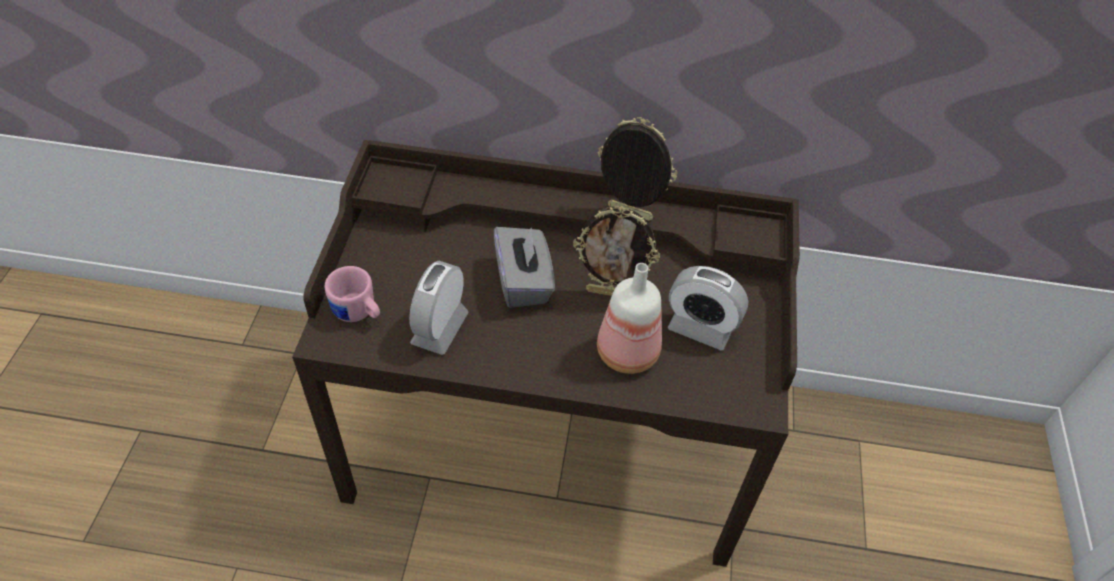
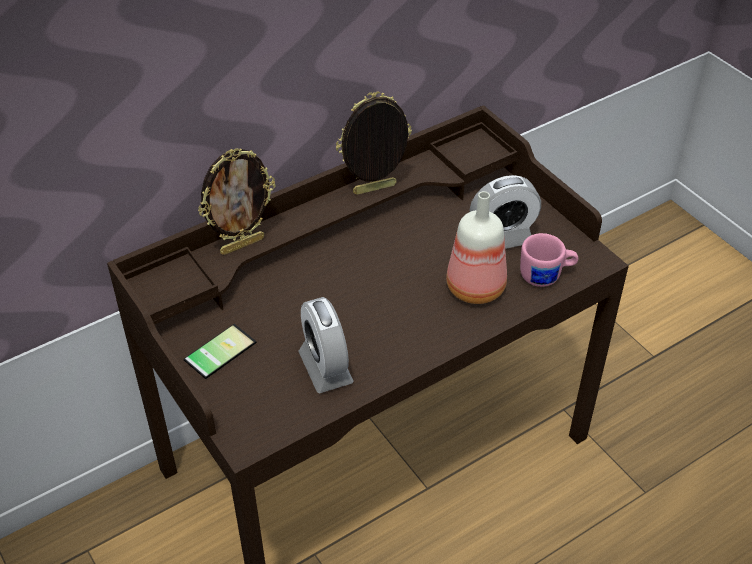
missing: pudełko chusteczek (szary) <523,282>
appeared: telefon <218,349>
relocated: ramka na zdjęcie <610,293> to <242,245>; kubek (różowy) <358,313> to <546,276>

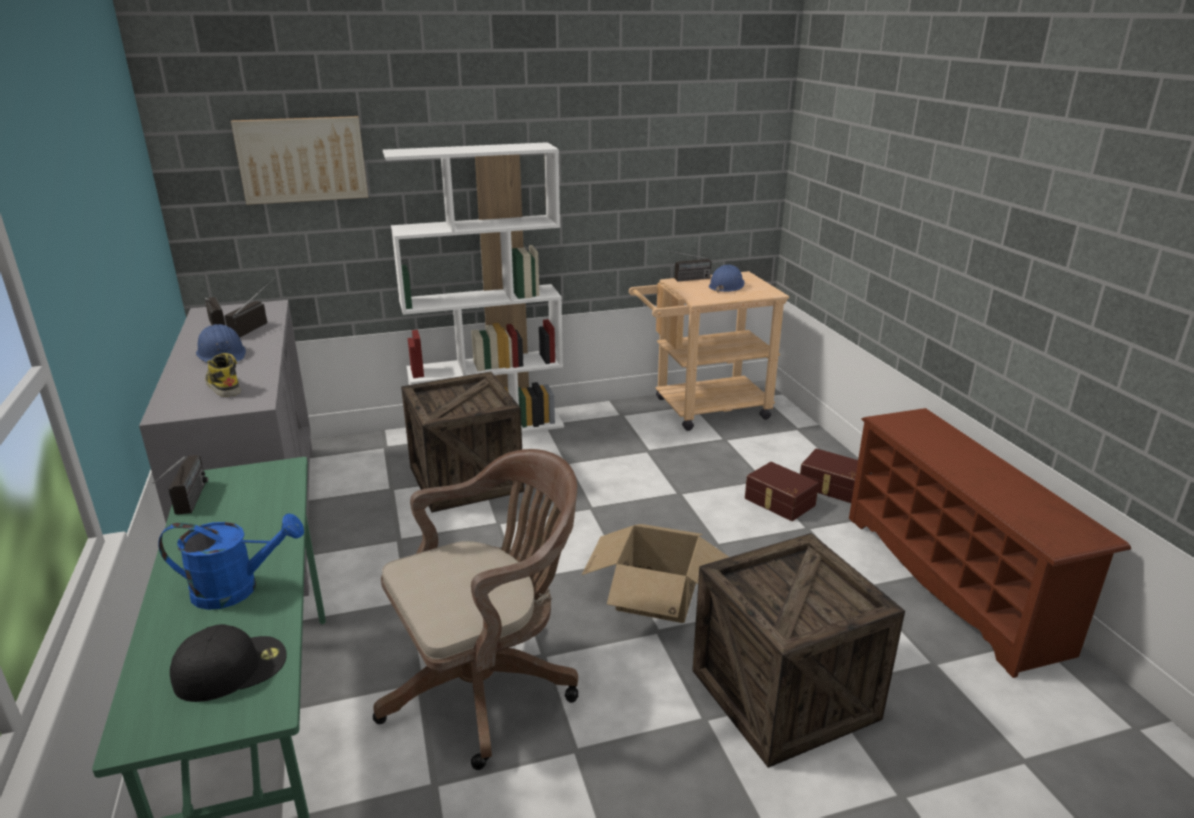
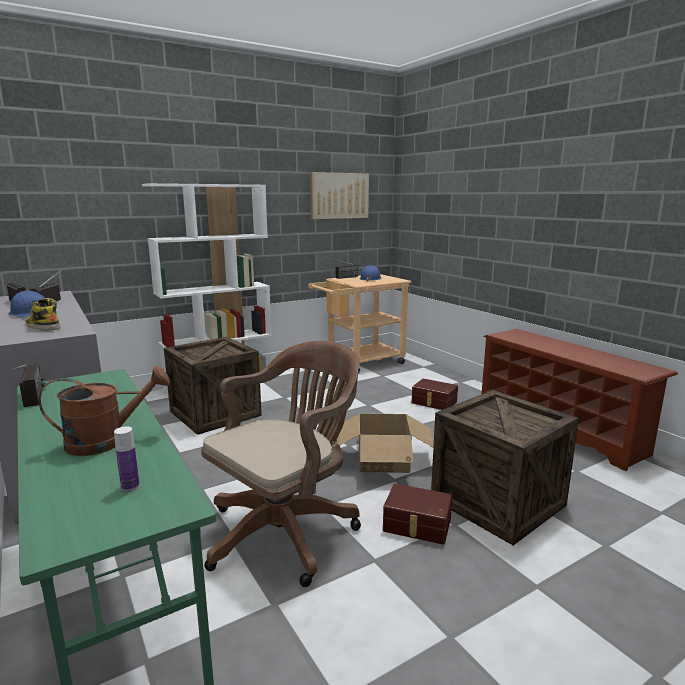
relocated: obraz <302,159> to <339,195>; pojemnik do przechowywania (brązowy) <831,487> to <417,525>
exchanged: czapka z daszkiem (czarny) <231,667> to butelka <130,486>
colour: konewka (niebieski) <237,589> to konewka (brązowy) <107,441>

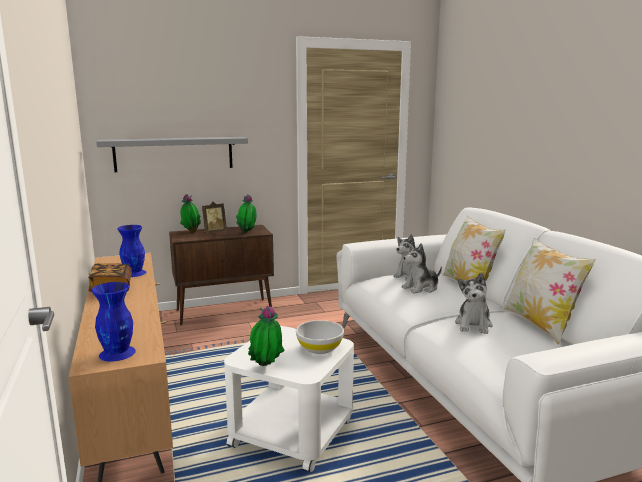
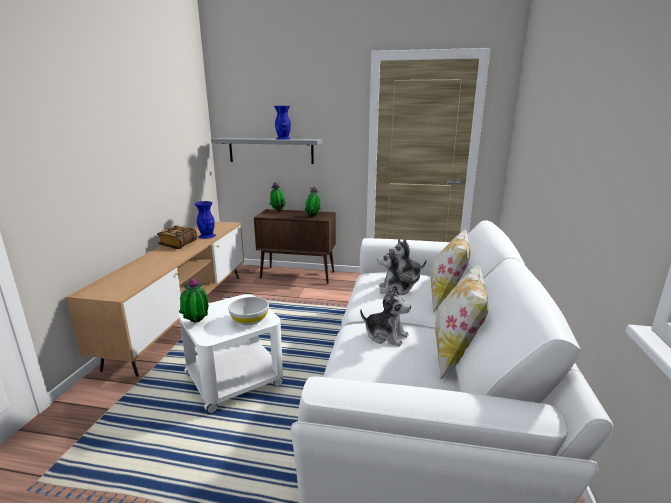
missing: ramka na zdjęcie <214,233>
relocated: wazon (niebieski) <118,353> to <283,139>
spun: pluszak <473,325> = <385,335> 105 degrees counterclockwise

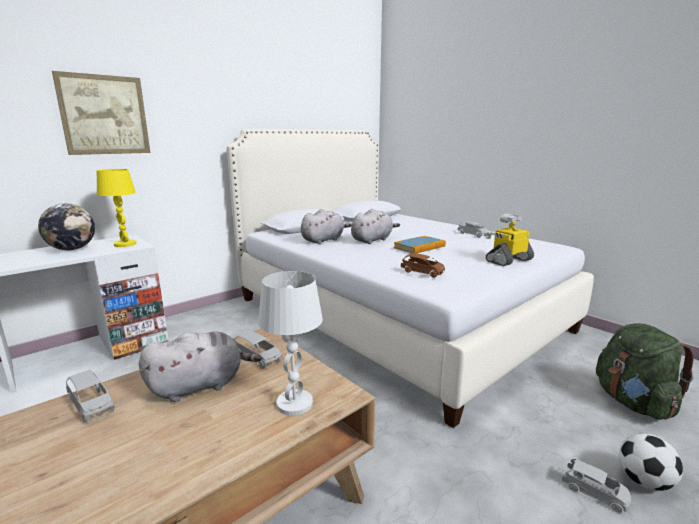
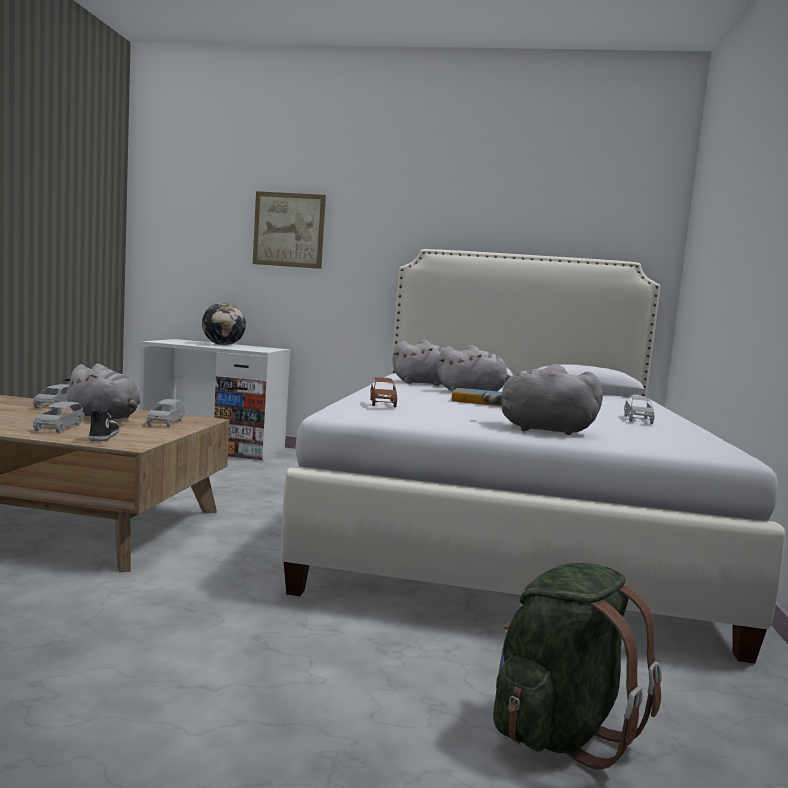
missing: lampa stołowa (żółty) <125,244>; piłka futbolowa <644,481>
relocated: samochodzik (szary) <594,493> to <58,428>
exchanged: robot zabawkowy <508,260> to pluszak (szary) <541,430>; lampa stołowa (biały) <294,404> to but <103,436>

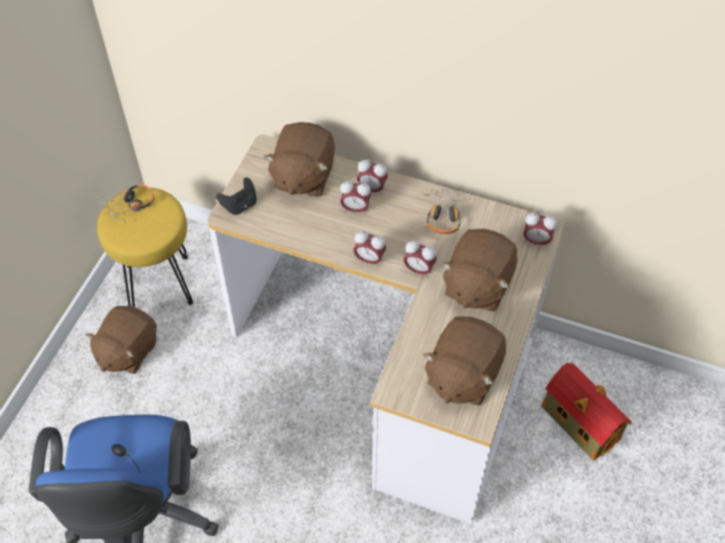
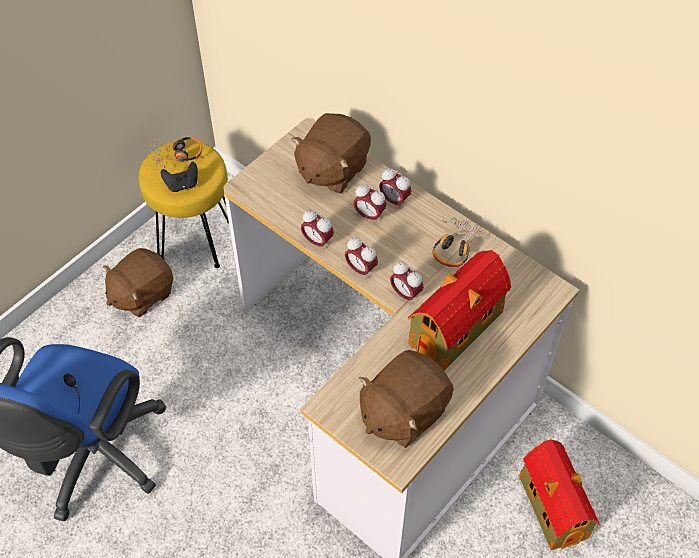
relocated: pad do gier (czarny) <240,205> to <182,185>; budzik <536,241> to <317,241>
exchanged: pluszak (brązowy) <476,285> to domek <457,327>

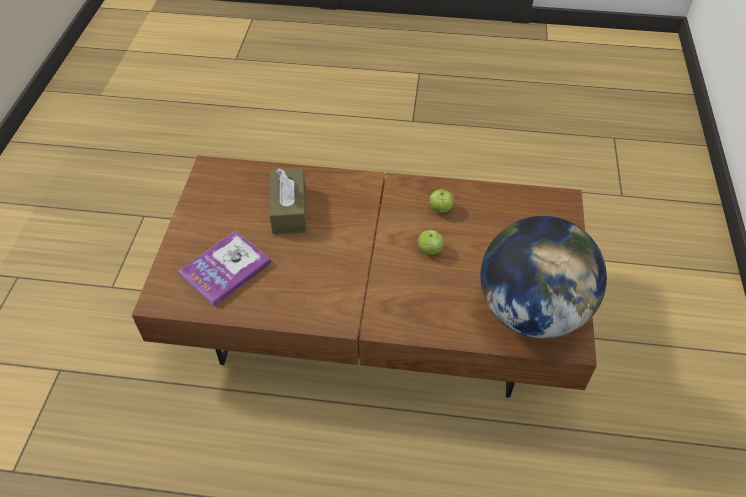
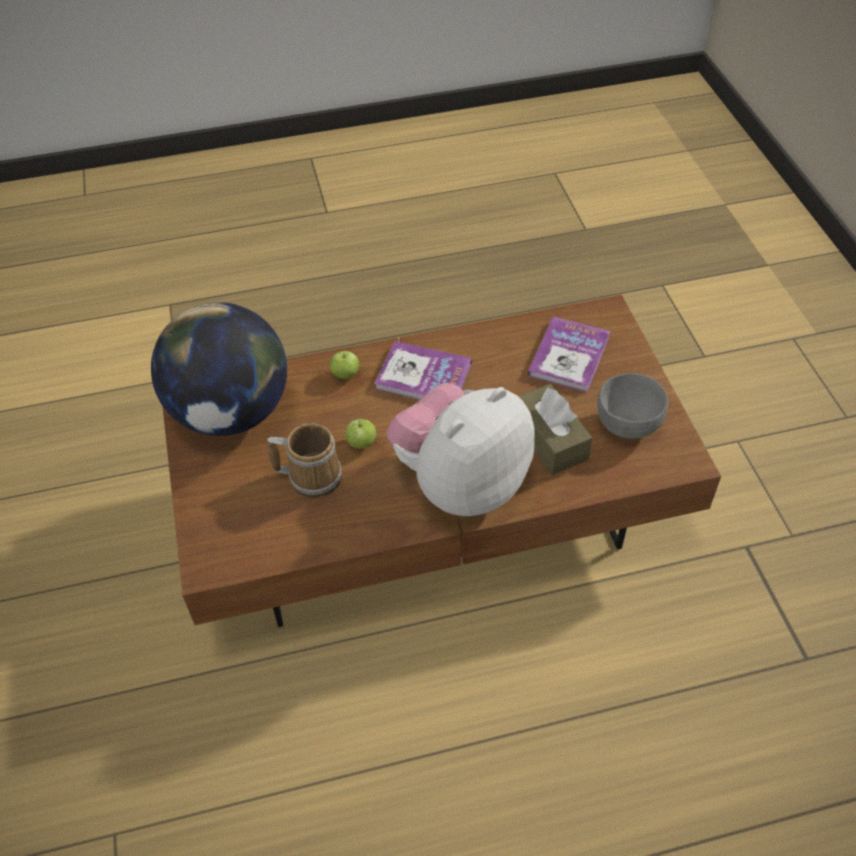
appeared: książka <423,376>; miska (szary) <628,425>; pluszak <461,482>; kubek <312,475>
relocated: jabłko <440,209> to <345,374>

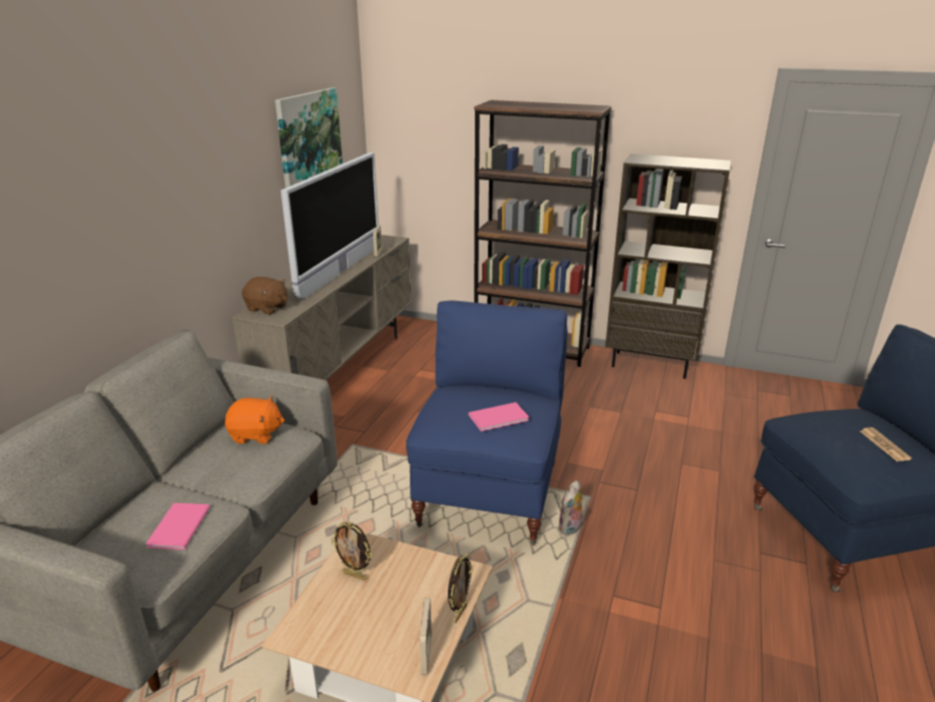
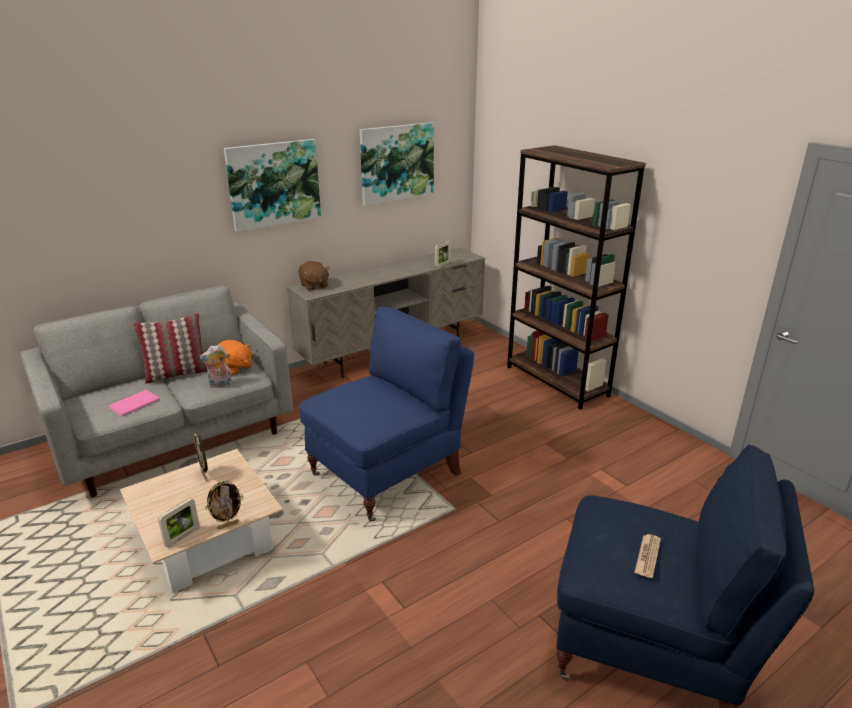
missing: telewizor <341,271>; regał (brązowy) <651,364>; książka (różowy) <500,418>
appeared: obraz <274,184>; poduszka <177,373>
relocated: pluszak <571,529> to <220,385>

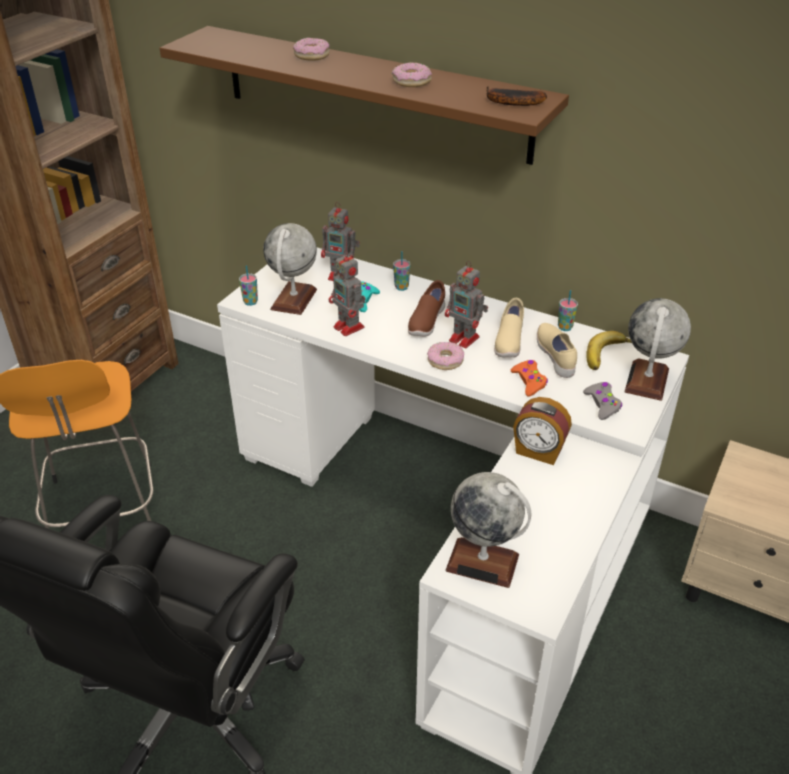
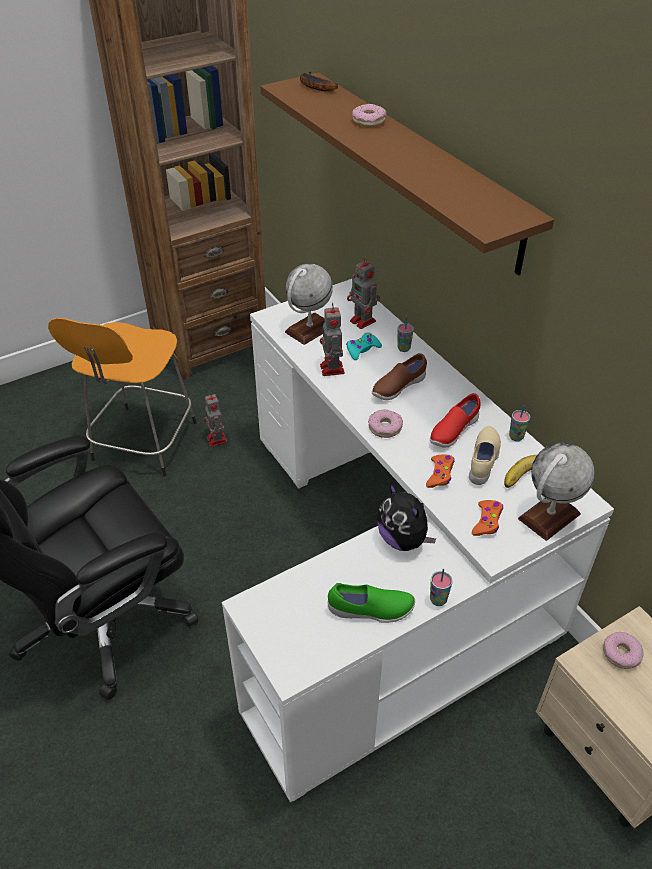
missing: globus <483,562>
appeared: but (zielony) <370,611>
relocated: donut <411,81> to <621,653>; banan <509,102> to <314,86>; robot zabawkowy <465,339> to <217,440>; filiżanka <250,302> to <438,600>
exchanged: budzik <538,452> to pluszak <403,539>
colour: but (beżowy) <508,342> to but (czerwony) <453,431>; pad do gier (szary) <602,404> to pad do gier (pomarańczowy) <487,521>

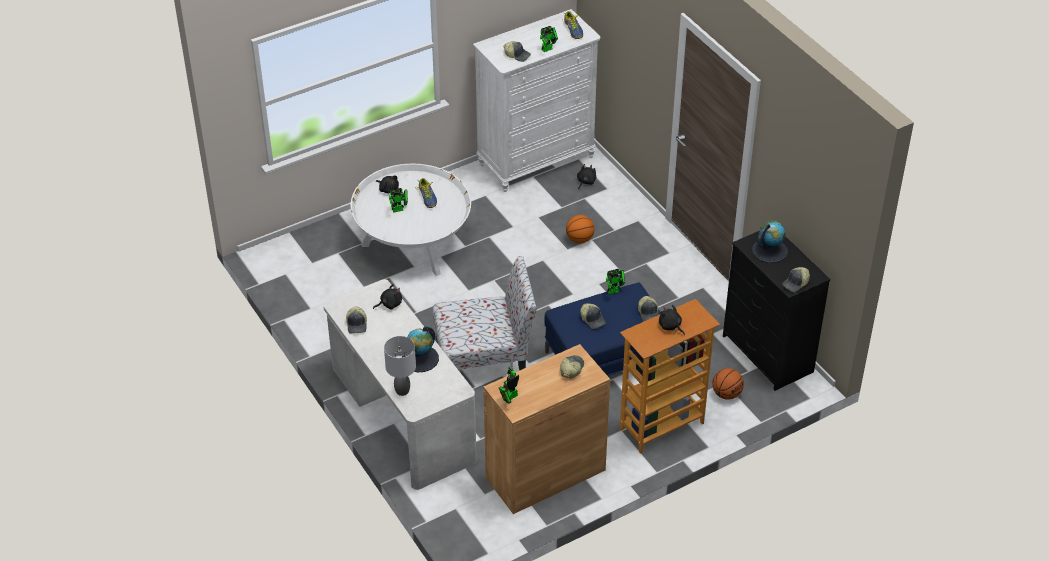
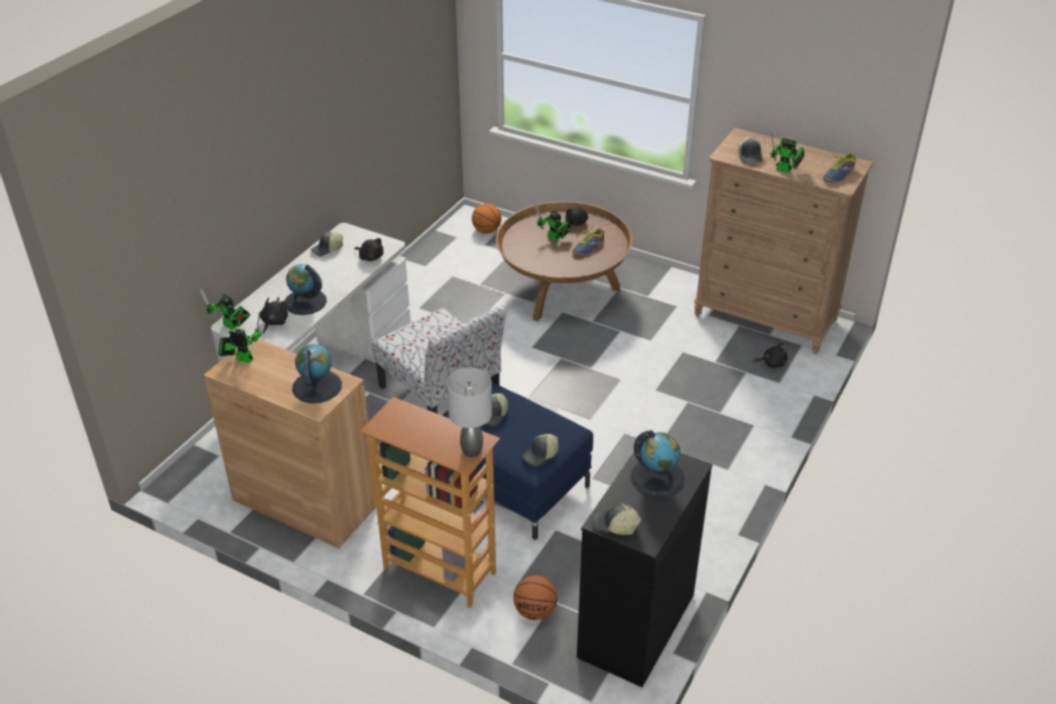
relocated: piłka do koszykówki <579,239> to <487,231>; robot zabawkowy <615,291> to <231,326>; pluszak (czarny) <670,326> to <274,322>; lampa stołowa (szary) <402,390> to <472,450>
exchanged: czapka z daszkiem <571,369> to globus <317,386>
colour: komoda (biały) <536,160> to komoda (brązowy) <765,318>; ława (biały) <413,244> to ława (brązowy) <563,289>

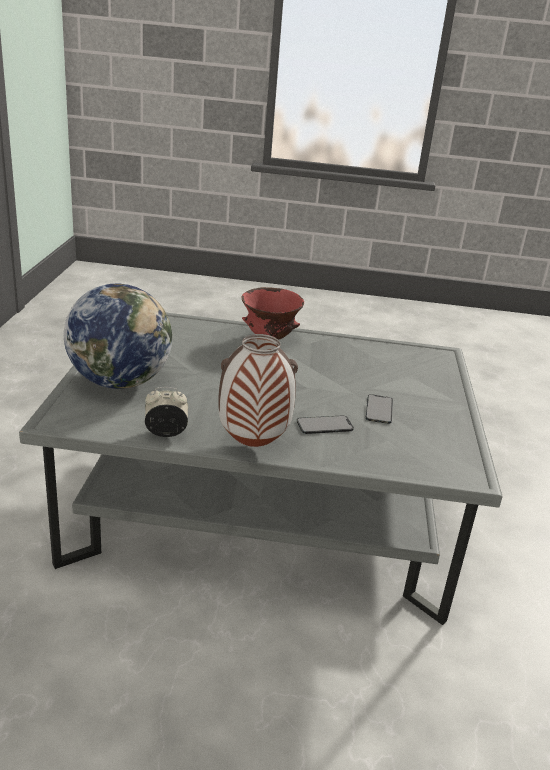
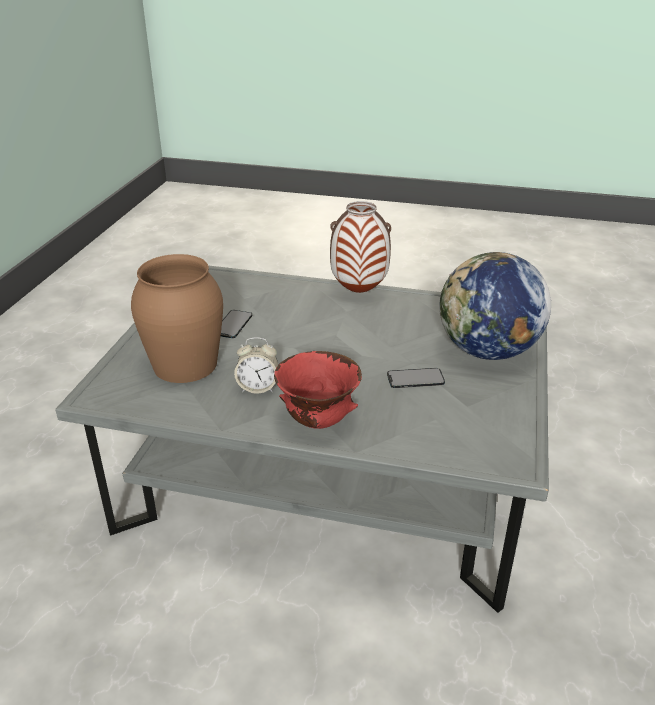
appeared: wazon (brązowy) <186,364>
relocated: budzik <166,433> to <258,387>; telefon <324,425> to <415,378>

